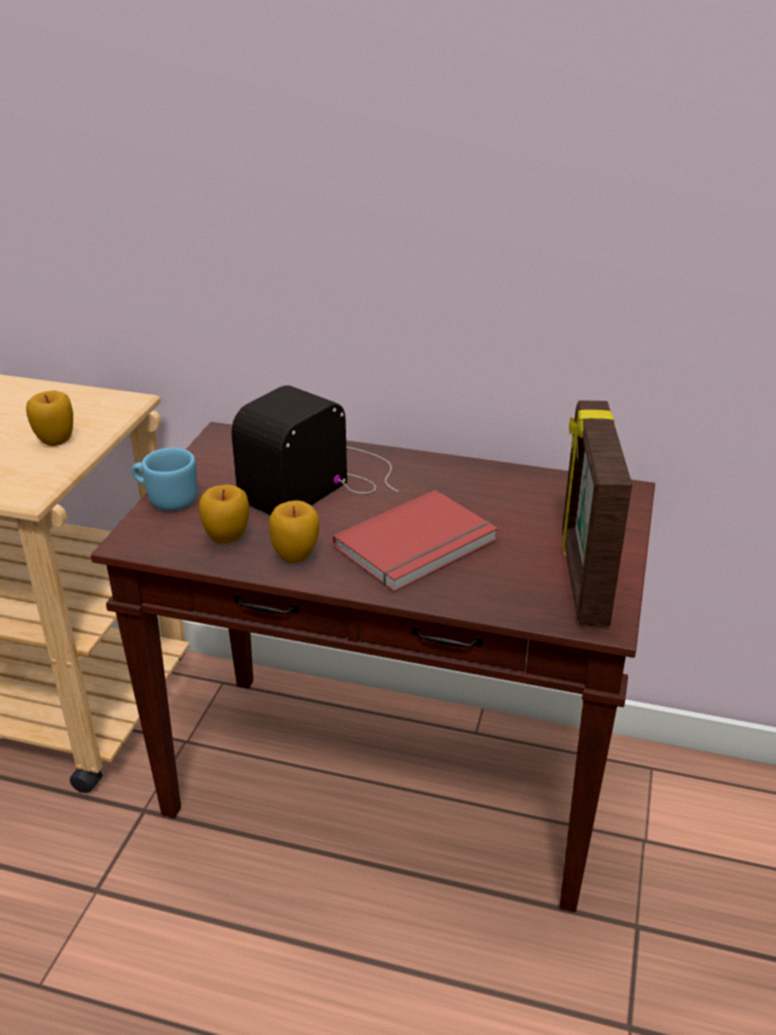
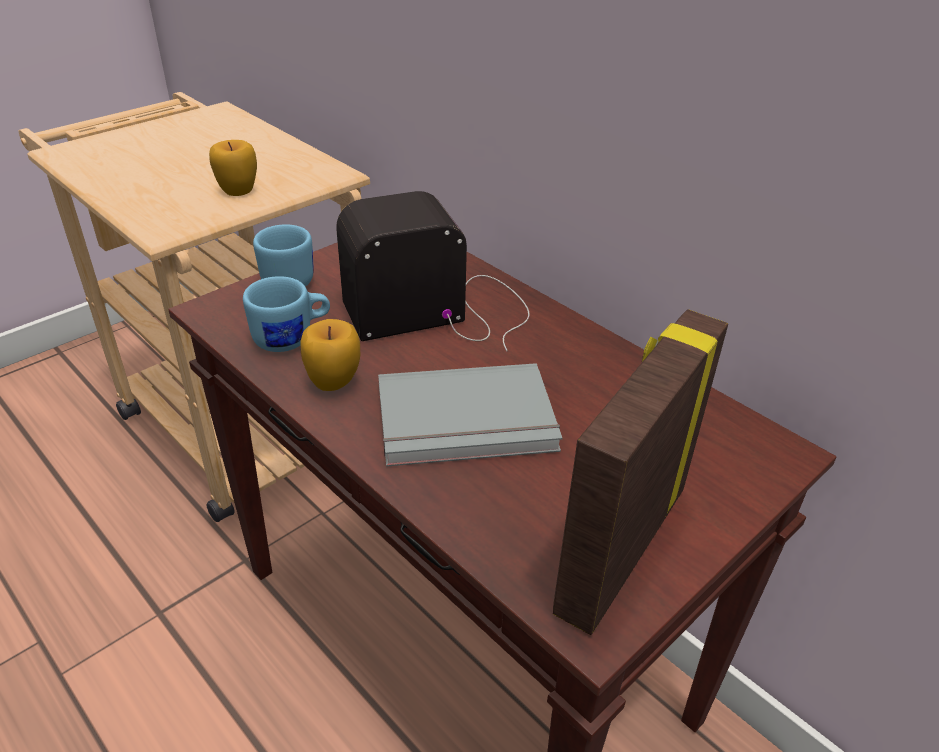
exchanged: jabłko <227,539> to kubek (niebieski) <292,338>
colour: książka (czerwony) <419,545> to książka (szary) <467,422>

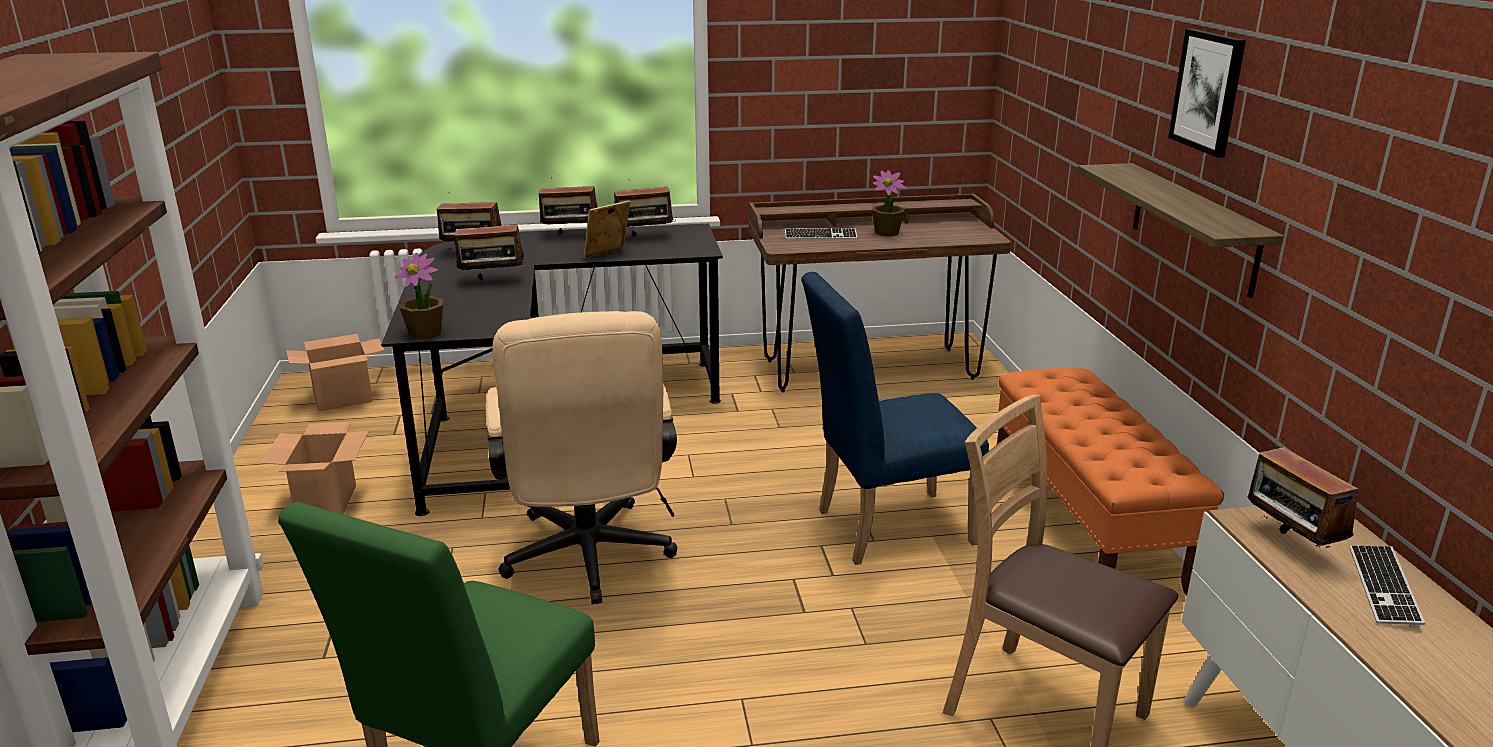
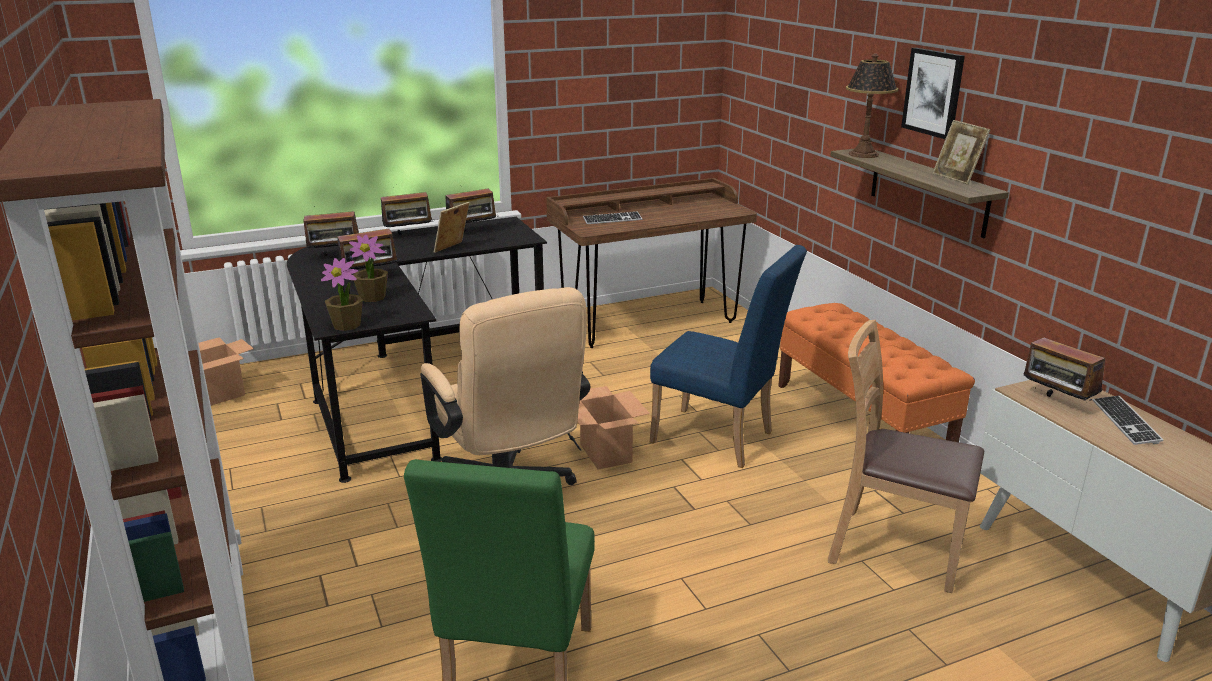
appeared: lampa stołowa <864,154>; ramka na zdjęcie <956,178>
relocated: roślina doniczkowa <887,232> to <373,297>; karton <326,501> to <605,453>
spun: krzesło (niebieski) <883,527> = <720,440> 120 degrees counterclockwise

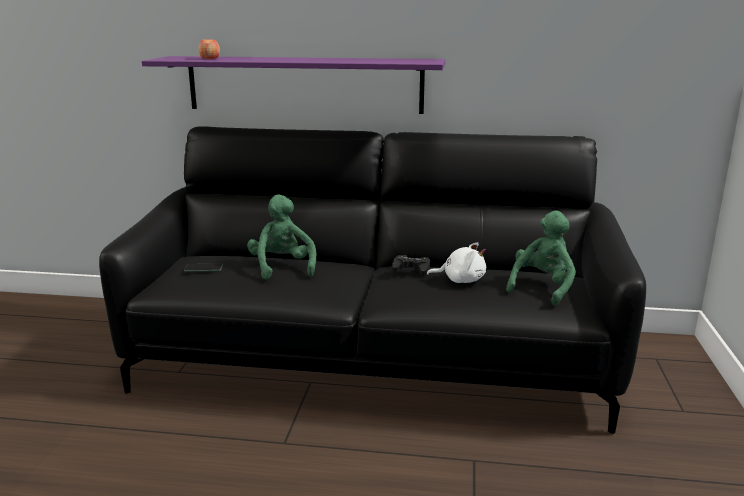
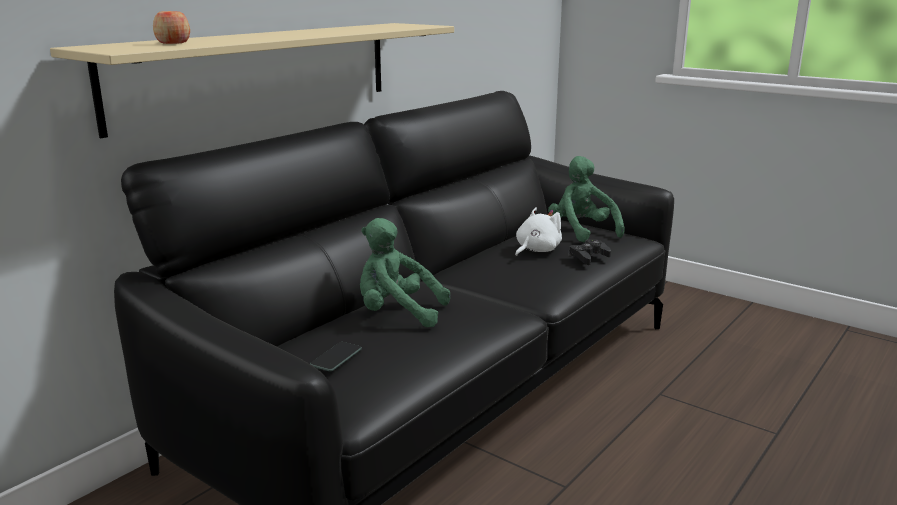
relocated: pad do gier (czarny) <411,270> to <588,257>
colour: półka (fioletowy) <304,84> to półka (beżowy) <259,72>

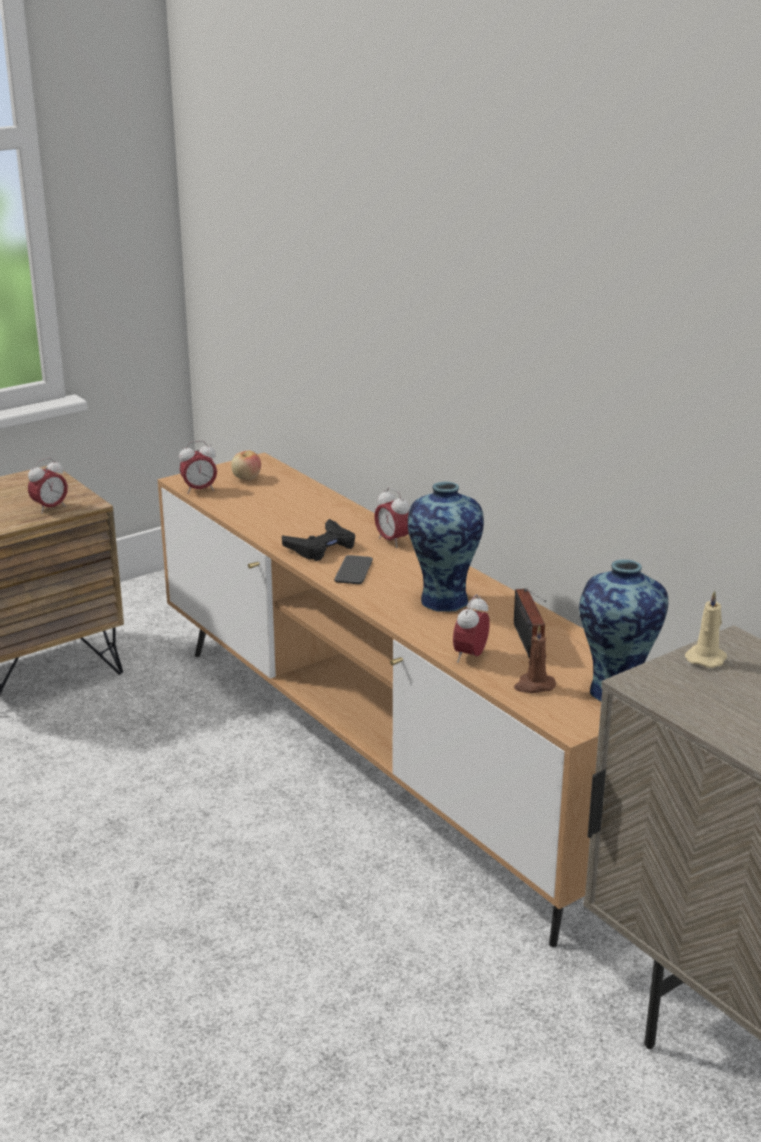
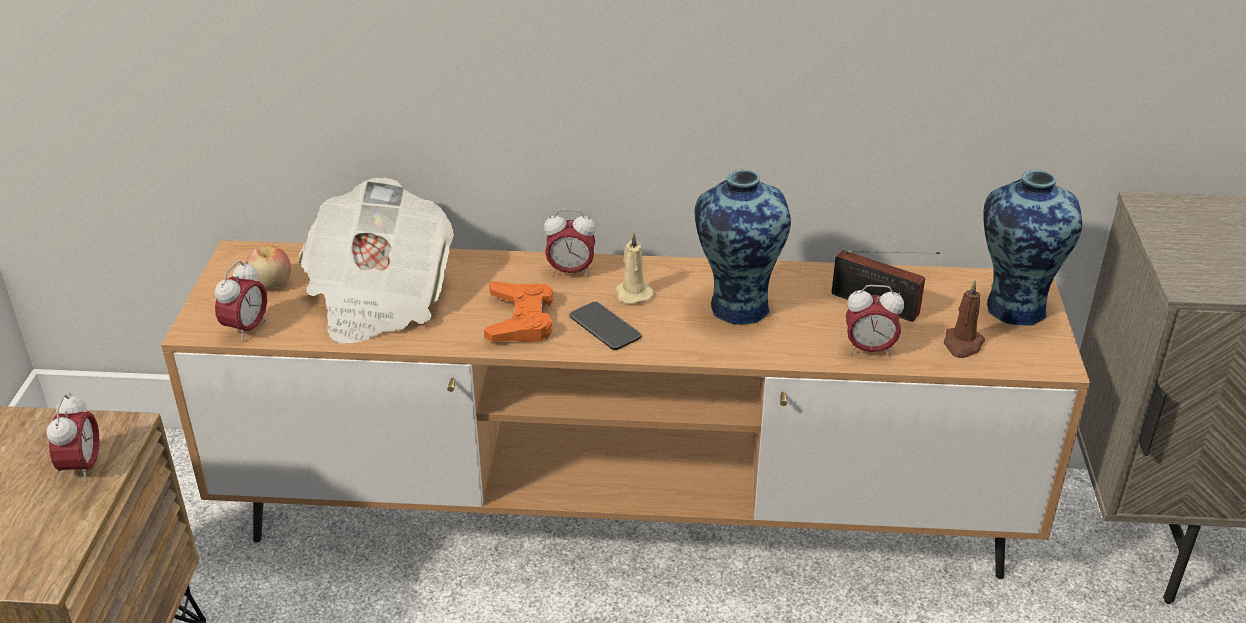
appeared: gazeta <378,297>
relocated: świeca (beżowy) <707,658> to <632,293>
colour: pad do gier (czarny) <321,547> to pad do gier (pomarańczowy) <520,319>
spun: budzik <470,656> = <869,350> 60 degrees counterclockwise

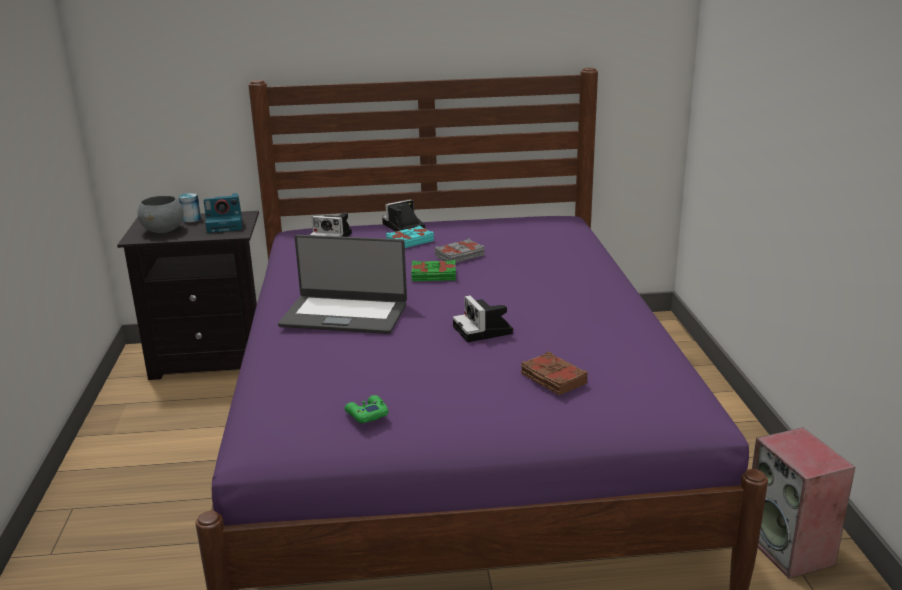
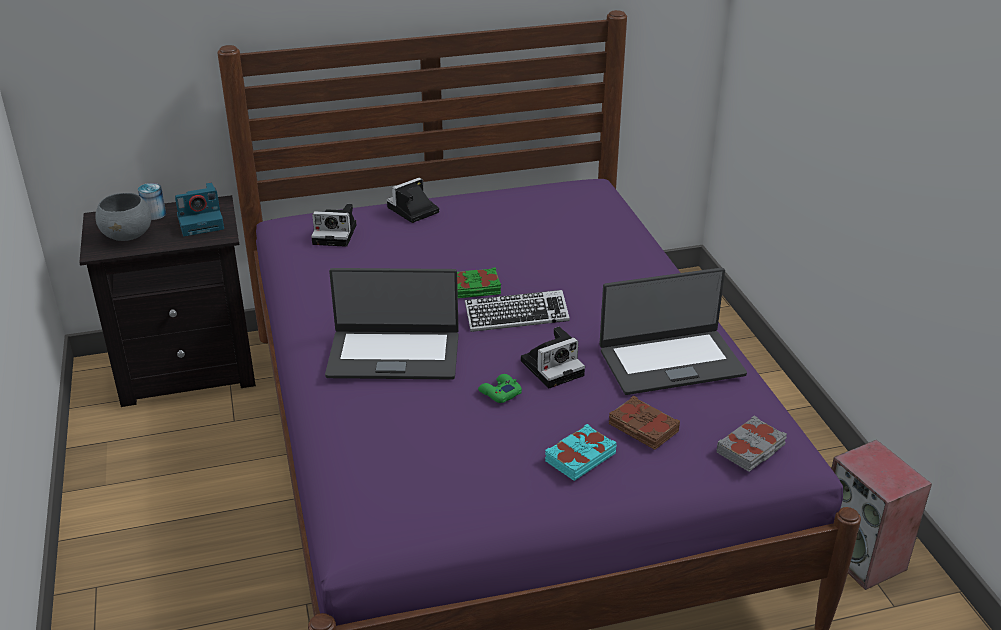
appeared: laptop <670,361>; klawiatura <516,316>
relocated: książka (turkusowy) <409,241> to <579,457>; książka (szary) <460,256> to <751,449>; pad do gier (zielony) <366,414> to <499,393>
spun: aparat fotograficzny <484,331> = <553,367> 90 degrees counterclockwise

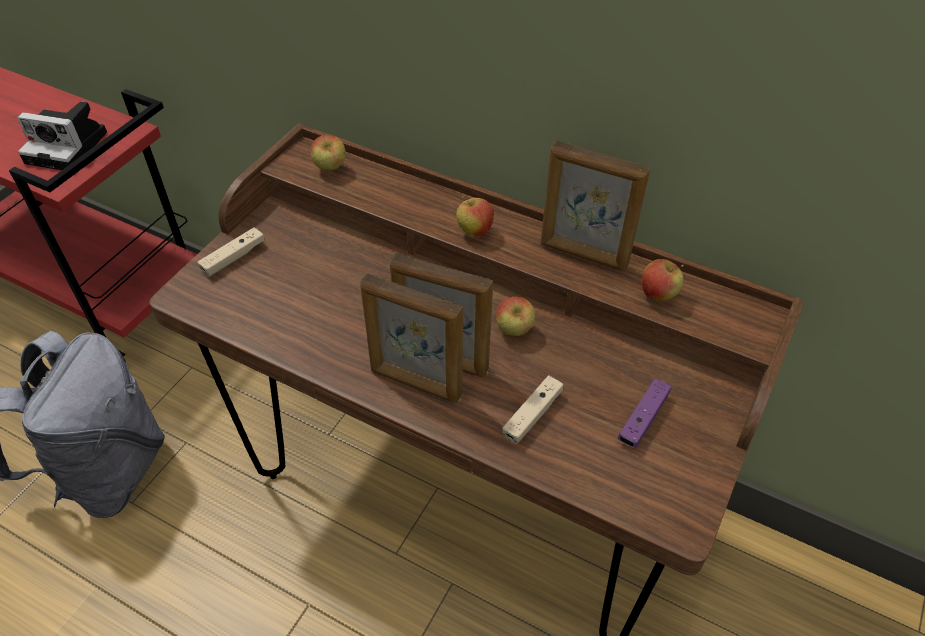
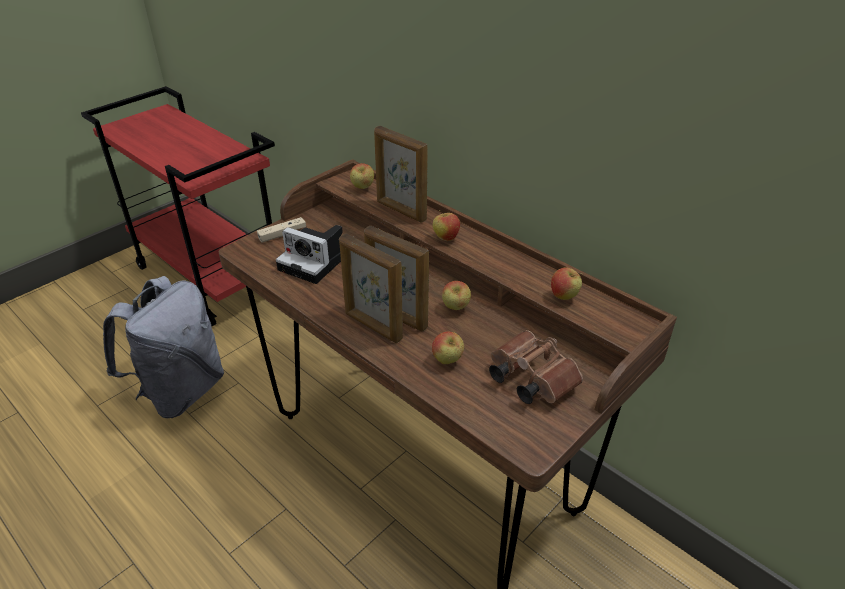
relocated: aparat fotograficzny <70,147> to <317,261>; ramka na zdjęcie <583,255> to <400,211>
exchanged: pad do gier (beżowy) <532,415> to jabłko <447,360>; pad do gier (fioletowy) <643,419> to lornetka (brązowy) <529,378>

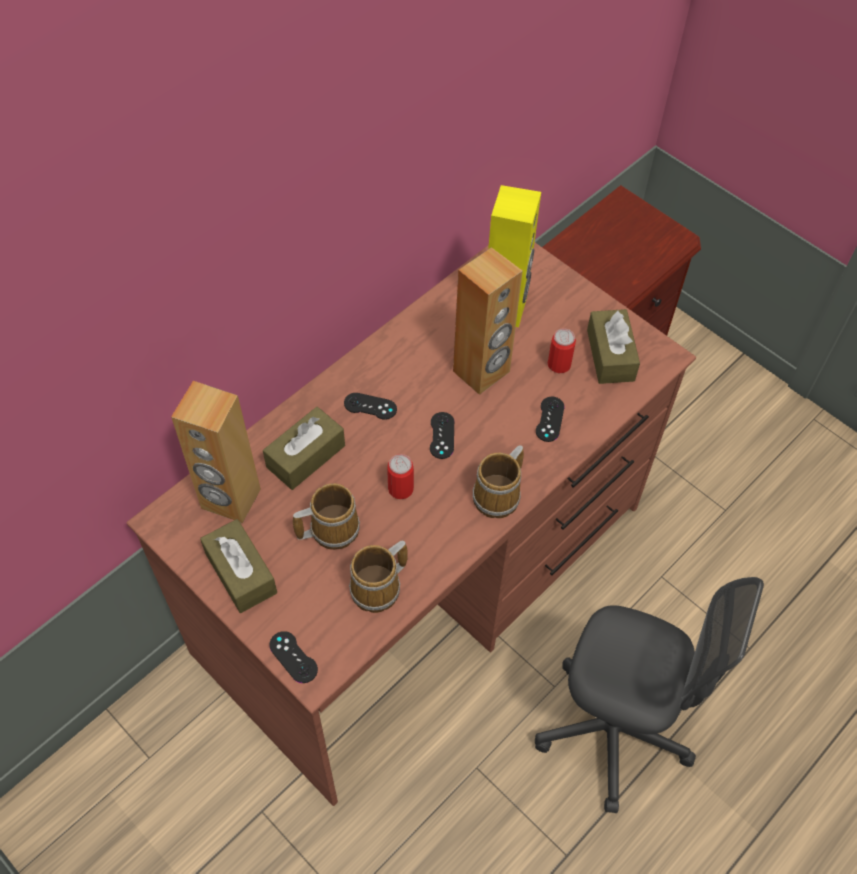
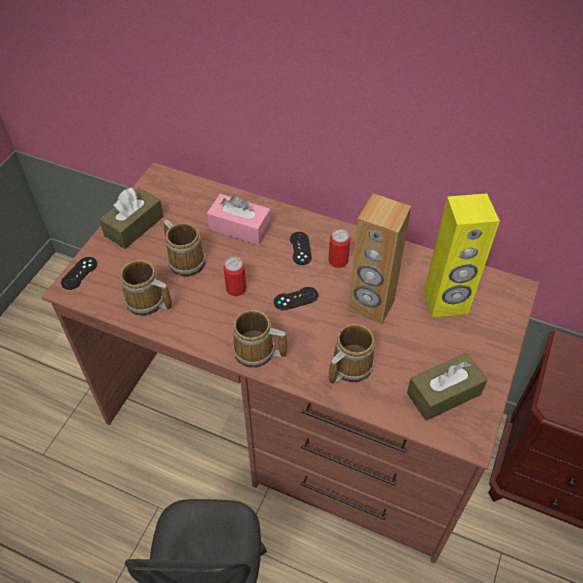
missing: głośnik (brązowy) <230,499>
relocated: puszka <559,364> to <338,260>
exchanged: pad do gier (czarny) <550,419> to kubek <349,366>
colour: pudełko chusteczek (brązowy) <306,456> to pudełko chusteczek (różowy) <240,227>

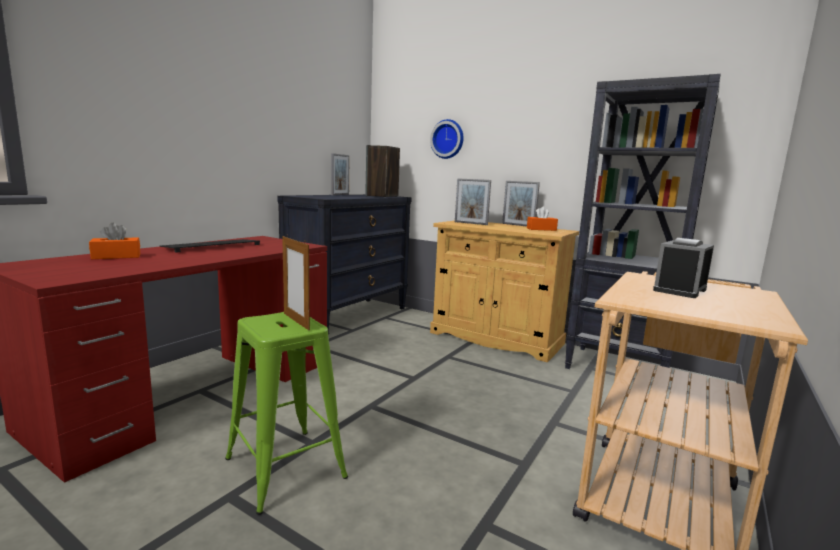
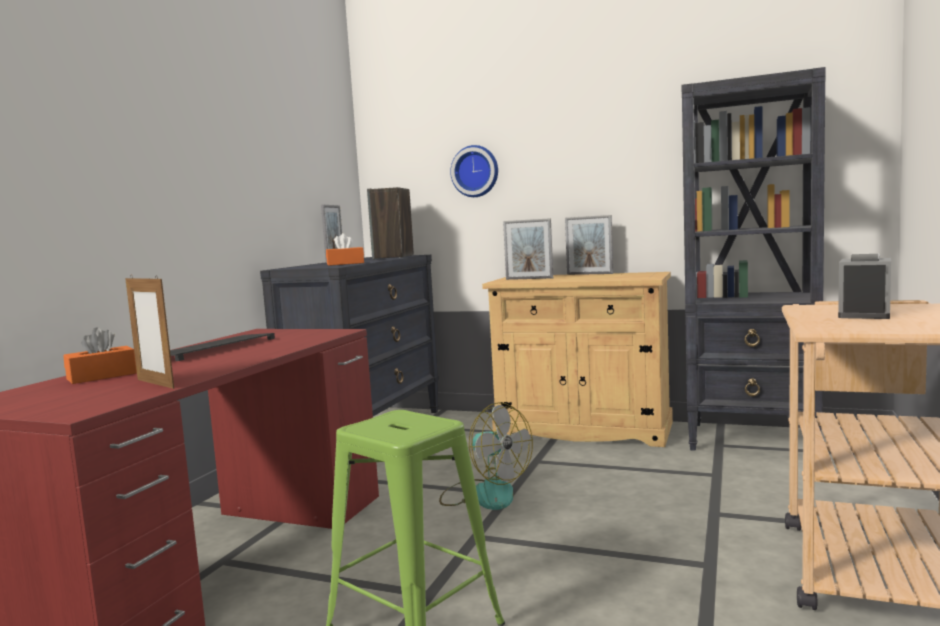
appeared: wentylator <484,494>
relocated: pudełko chusteczek (pomarańczowy) <541,229> to <345,264>; ramka na zdjęcie <296,321> to <155,383>

